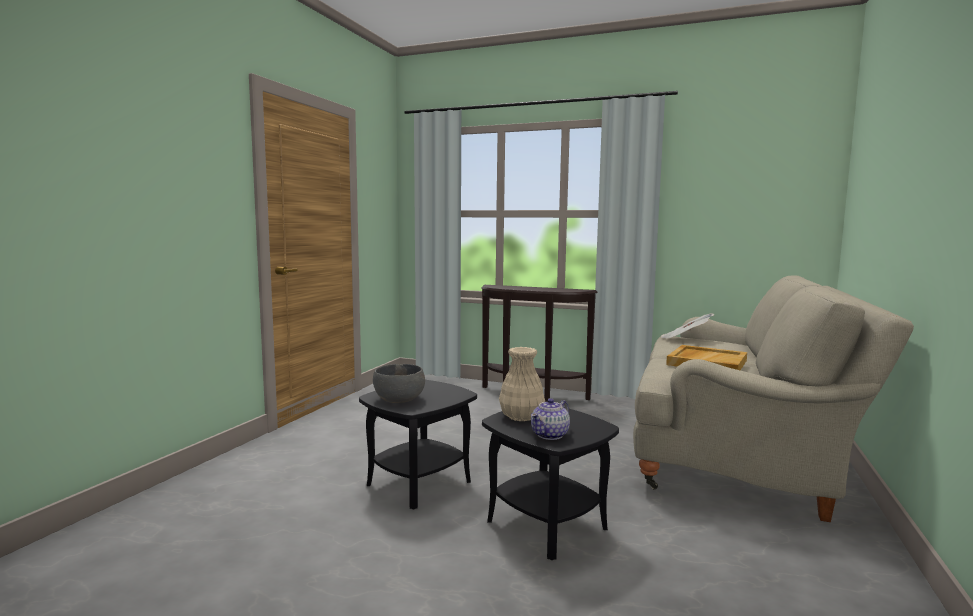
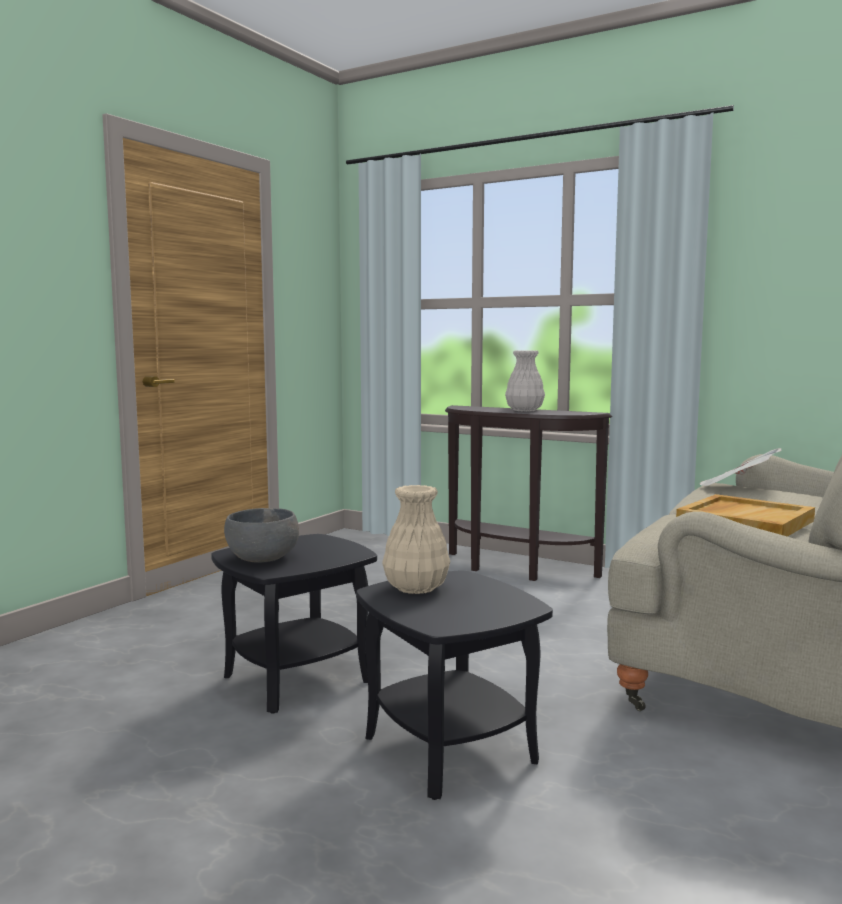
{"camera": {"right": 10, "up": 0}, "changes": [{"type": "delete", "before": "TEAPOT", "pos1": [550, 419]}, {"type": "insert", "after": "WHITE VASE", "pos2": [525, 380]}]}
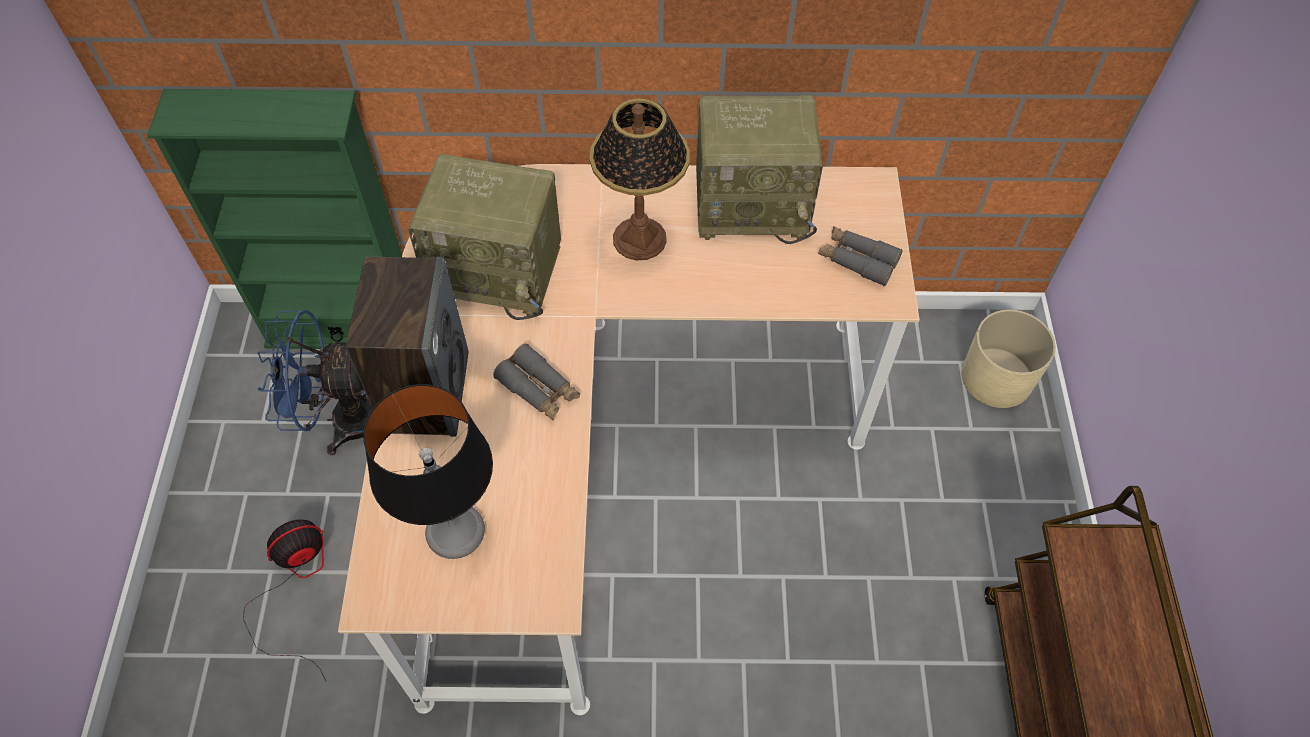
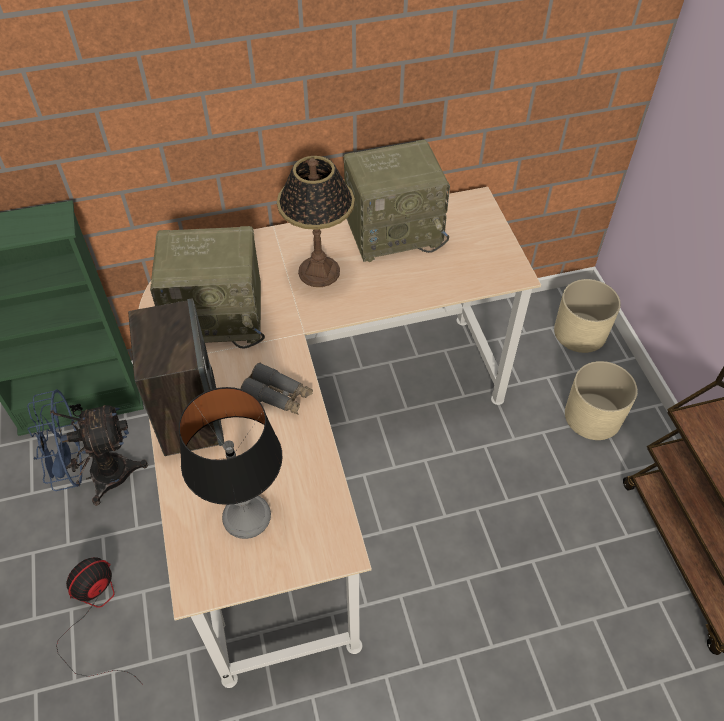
{"camera": {"right": -15, "up": -5}, "changes": [{"type": "delete", "before": "GREY BINOCULARS", "pos1": [860, 256]}, {"type": "insert", "after": "BEIGE PLANTER", "pos2": [601, 400]}]}
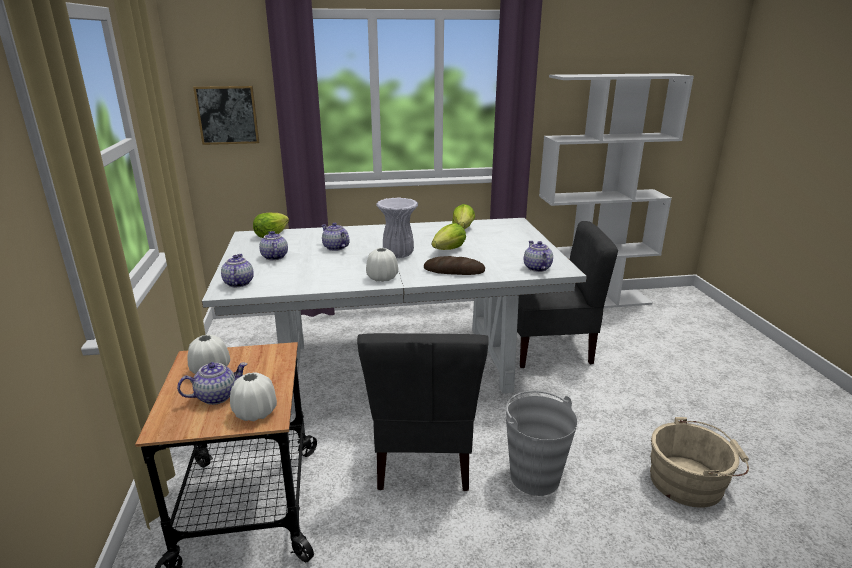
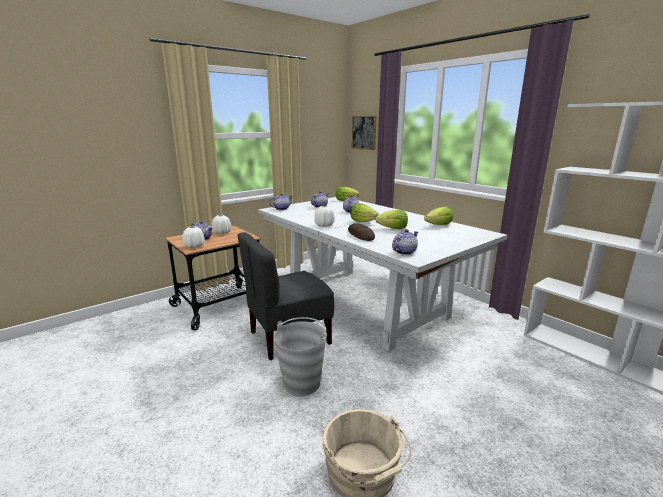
{"camera": {"right": 60, "up": -5}, "changes": [{"type": "replace", "before": "WHITE VASE", "after": "LETTUCE", "pos1": [397, 227], "pos2": [365, 212]}, {"type": "delete", "before": "GREY CHAIR", "pos1": [567, 294]}]}
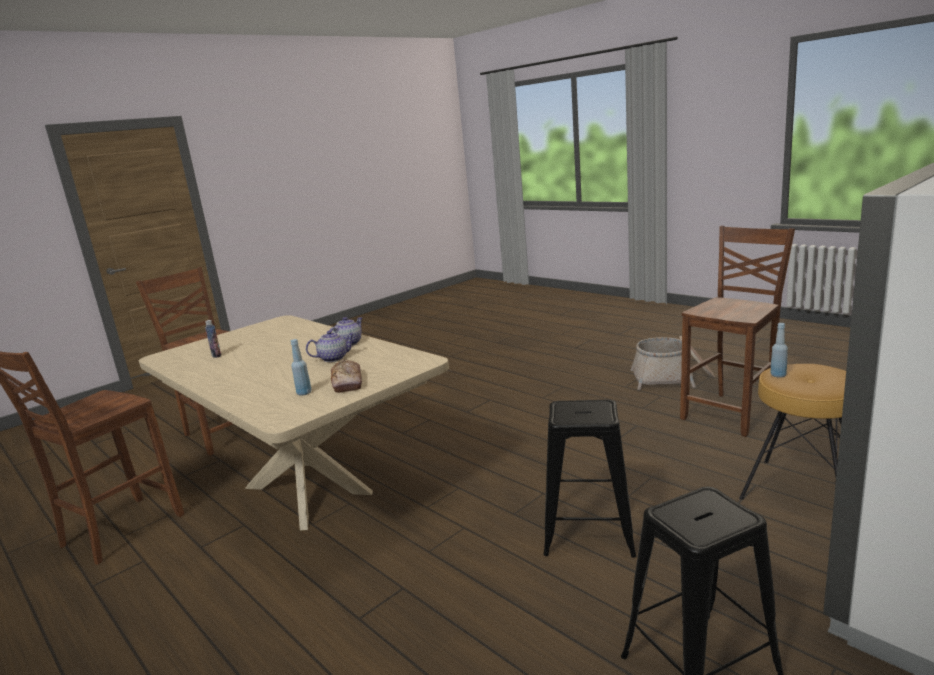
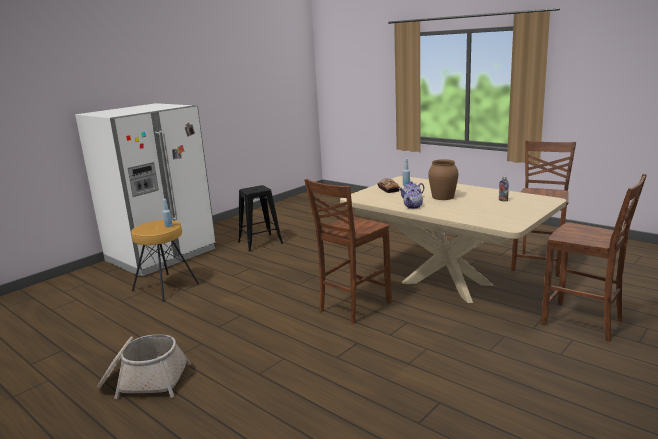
{"camera": {"right": 175, "up": 0}, "changes": [{"type": "delete", "before": "BLACK STOOL", "pos1": [589, 478]}, {"type": "move", "before": "BROWN CHAIR", "pos1": [737, 331], "pos2": [348, 251]}, {"type": "insert", "after": "BROWN VASE", "pos2": [443, 179]}]}
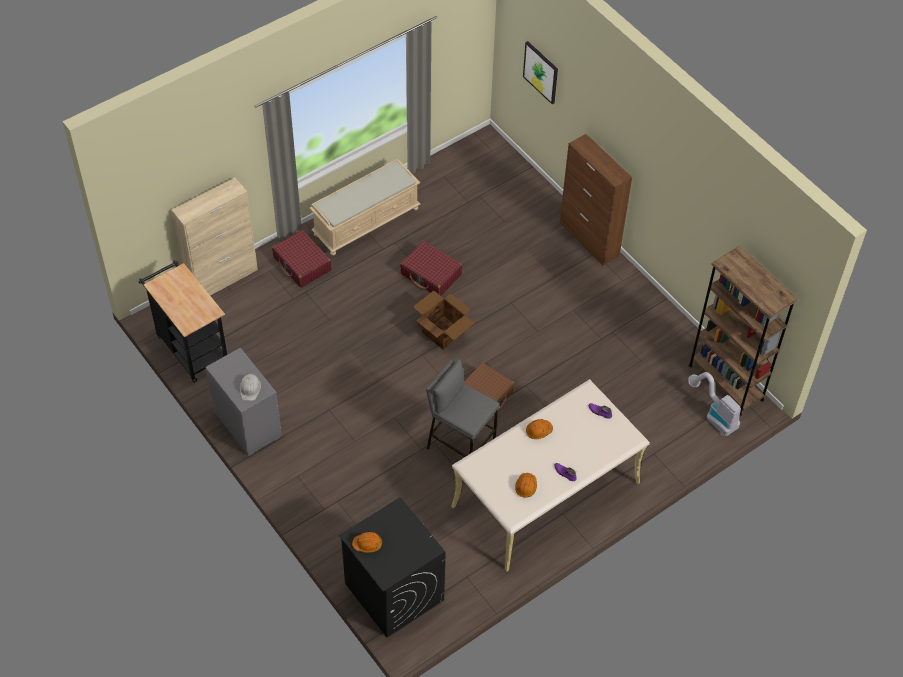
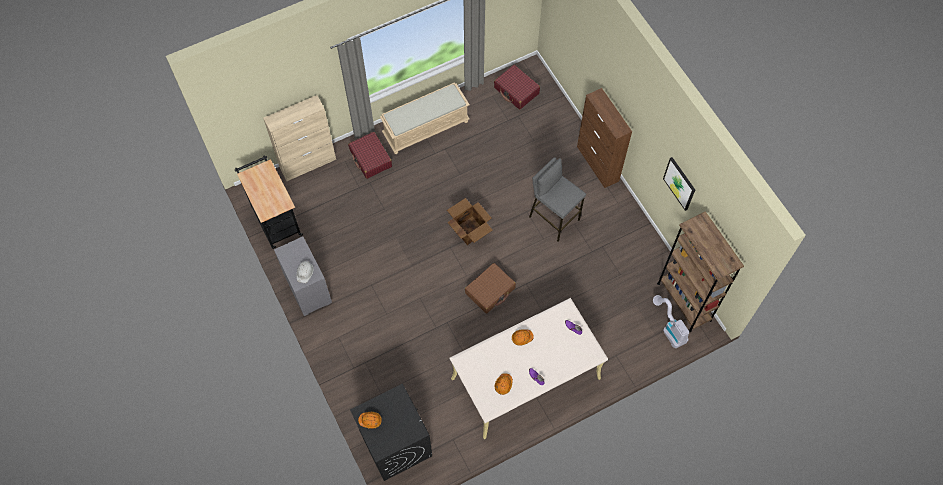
{"camera": {"right": 10, "up": 10}, "changes": [{"type": "move", "before": "RED SUITCASE", "pos1": [431, 268], "pos2": [517, 87]}, {"type": "move", "before": "GREY STOOL", "pos1": [463, 408], "pos2": [557, 199]}, {"type": "move", "before": "PICTURE", "pos1": [540, 72], "pos2": [679, 184]}]}
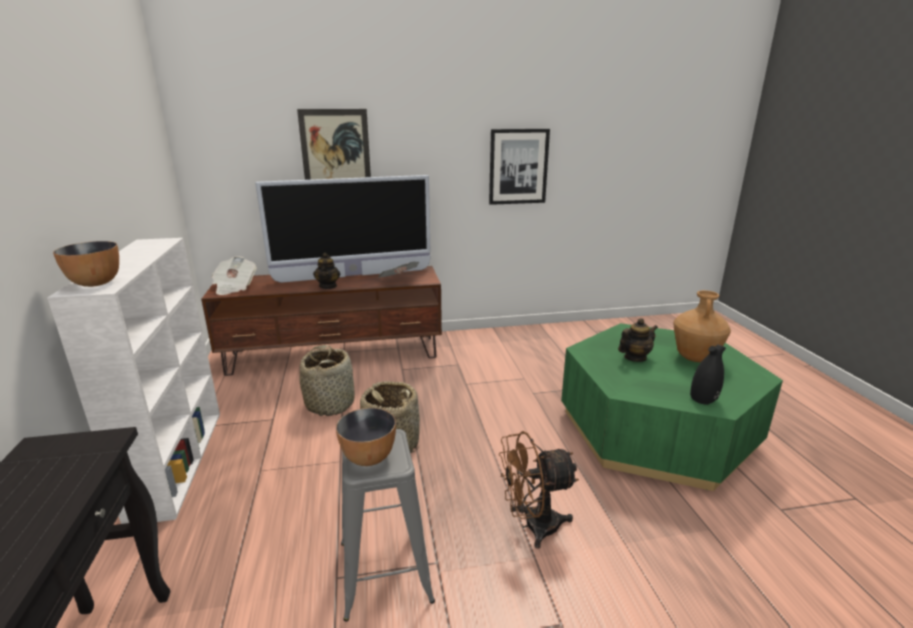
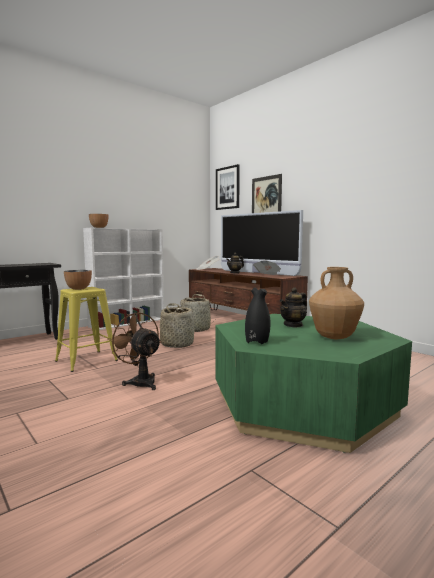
{"camera": {"right": 60, "up": -15}, "changes": [{"type": "recolor", "before": "GREY STOOL", "after": "YELLOW STOOL", "pos1": [388, 525], "pos2": [86, 329]}, {"type": "move", "before": "PICTURE", "pos1": [519, 167], "pos2": [228, 187]}, {"type": "rotate", "before": "TEAPOT", "pos1": [638, 340], "pos2": [293, 307], "turn": 105}]}
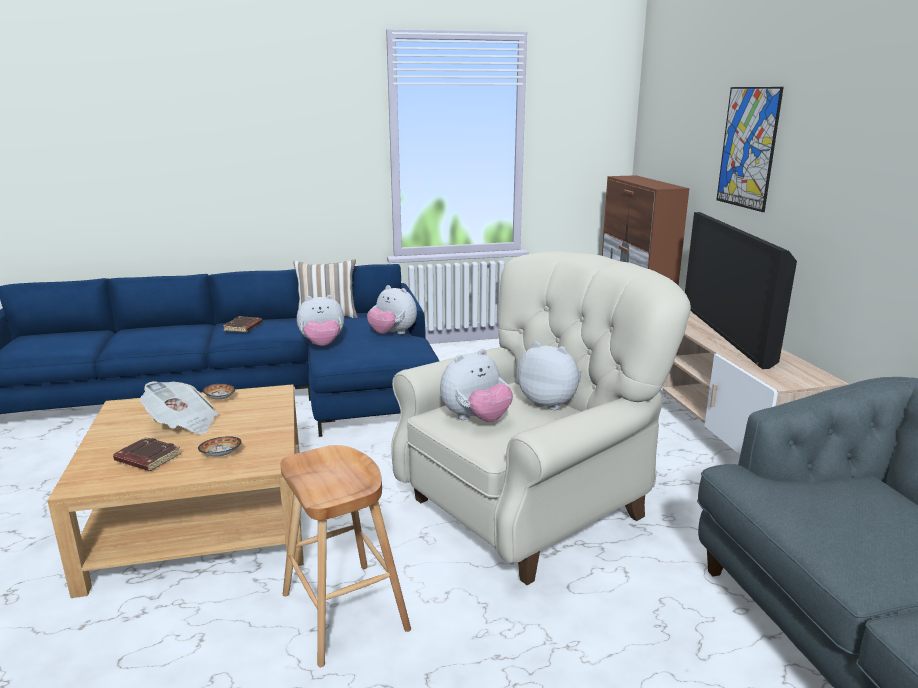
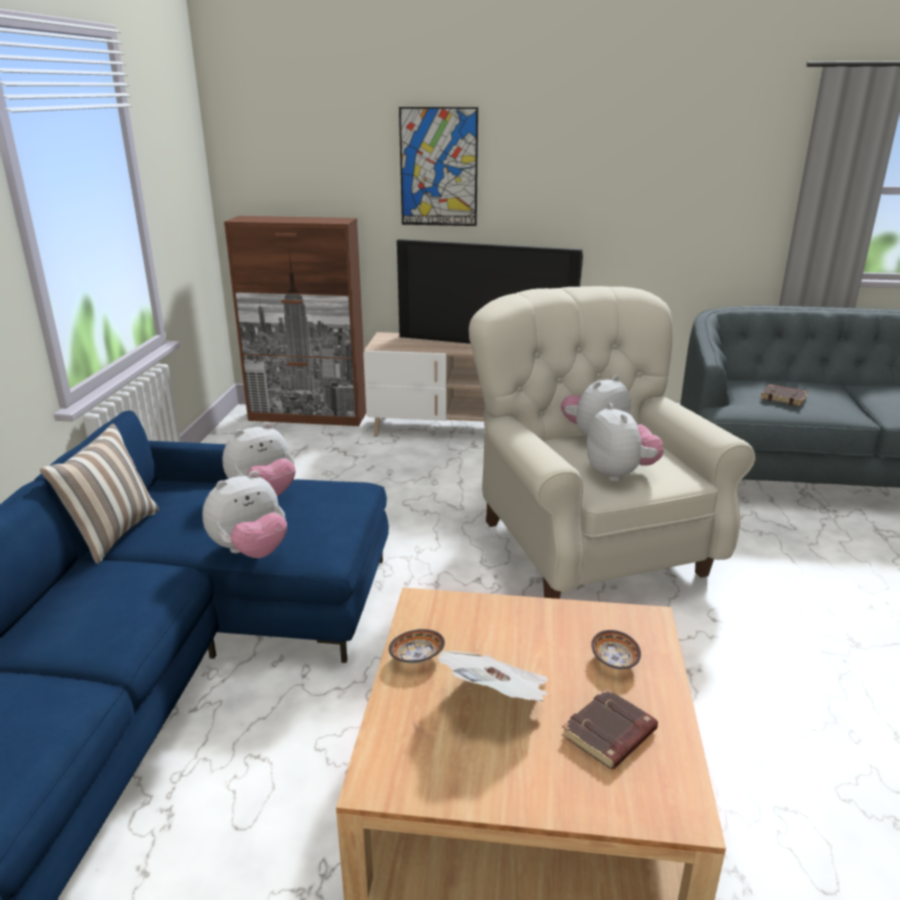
{"camera": {"right": -70, "up": 5}, "changes": [{"type": "move", "before": "BROWN BOOK", "pos1": [242, 324], "pos2": [784, 395]}, {"type": "delete", "before": "BROWN STOOL", "pos1": [346, 556]}, {"type": "rotate", "before": "PLUSH TOY", "pos1": [320, 320], "pos2": [244, 514], "turn": 45}]}
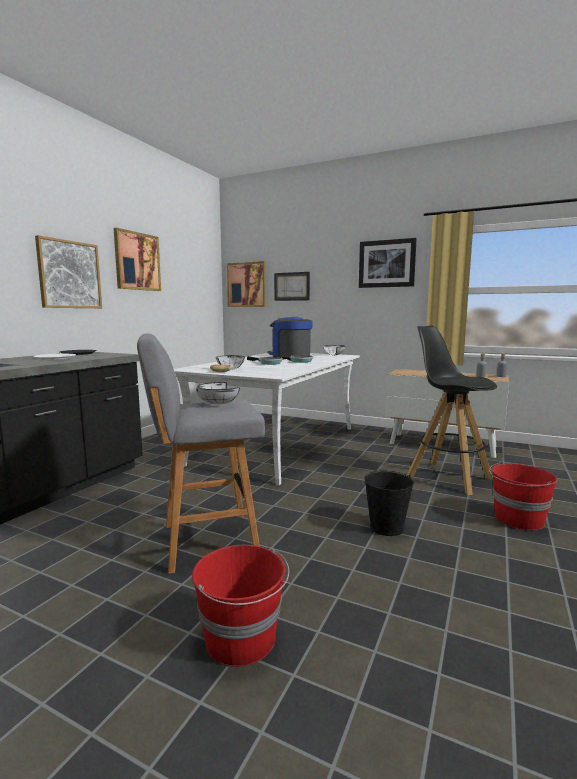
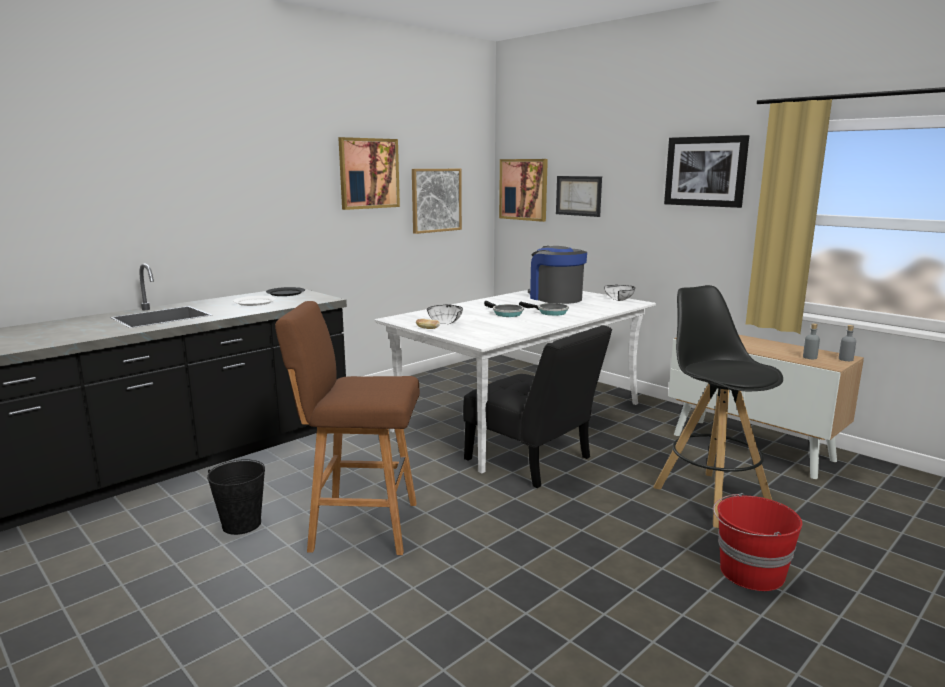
{"camera": {"right": 20, "up": 5}, "changes": [{"type": "move", "before": "PICTURE", "pos1": [68, 271], "pos2": [437, 201]}, {"type": "recolor", "before": "GREY STOOL", "after": "BROWN STOOL", "pos1": [201, 453], "pos2": [347, 428]}, {"type": "delete", "before": "RED BUCKET", "pos1": [240, 606]}, {"type": "delete", "before": "WHITE BOWL", "pos1": [218, 393]}, {"type": "move", "before": "BLACK BUCKET", "pos1": [389, 503], "pos2": [236, 497]}, {"type": "insert", "after": "BLACK CHAIR", "pos2": [537, 406]}]}
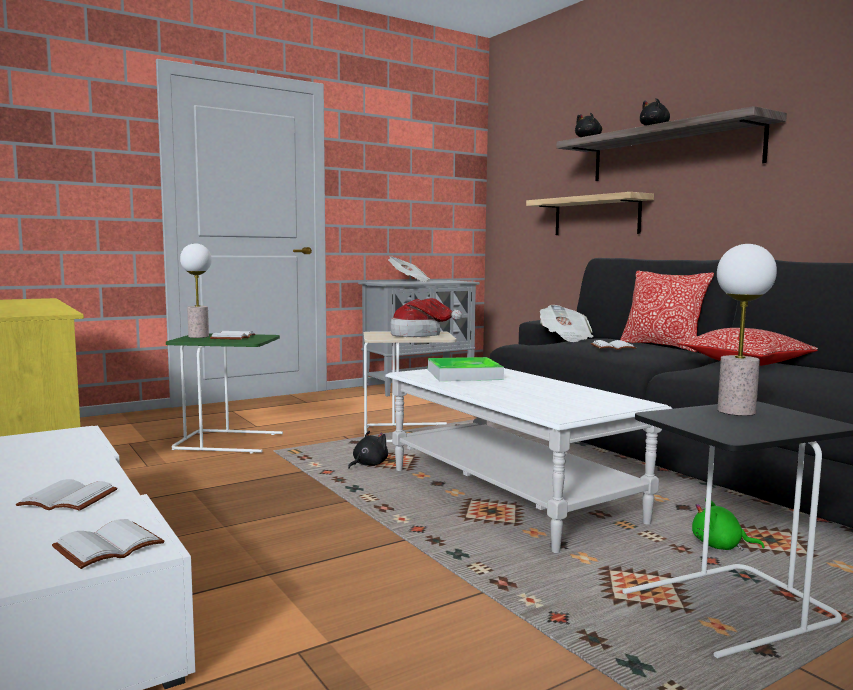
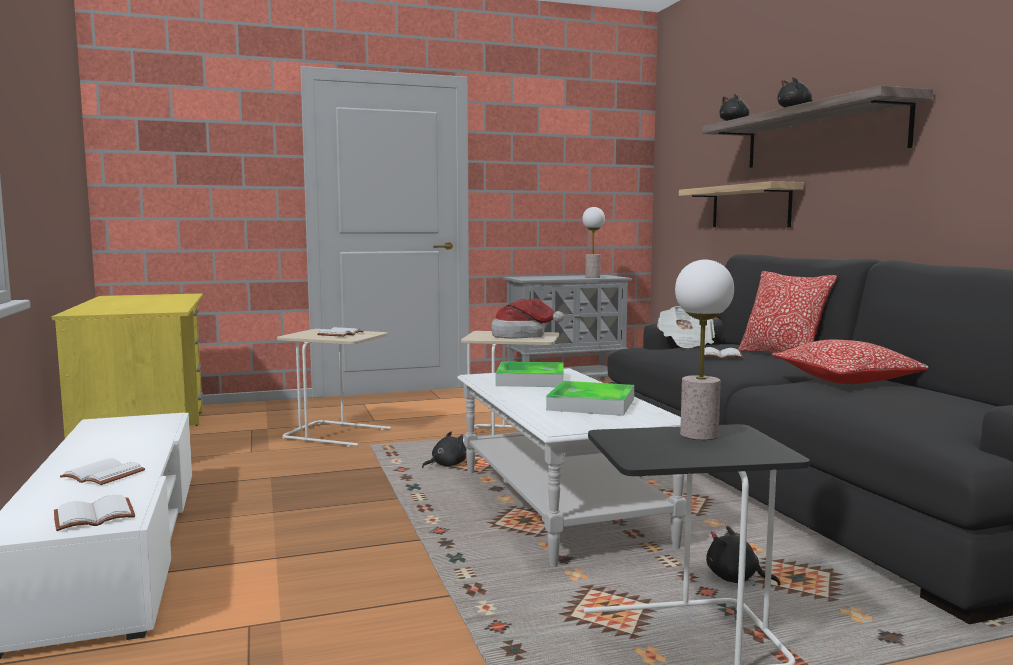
{"camera": {"right": 15, "up": 0}, "changes": [{"type": "recolor", "before": "GREEN SIDE TABLE", "after": "BEIGE SIDE TABLE", "pos1": [224, 394], "pos2": [334, 388]}, {"type": "move", "before": "TABLE LAMP", "pos1": [196, 290], "pos2": [593, 242]}, {"type": "delete", "before": "NEWSPAPER", "pos1": [409, 269]}, {"type": "recolor", "before": "GREEN PLUSH TOY", "after": "BLACK PLUSH TOY", "pos1": [728, 525], "pos2": [743, 556]}, {"type": "insert", "after": "TRAY", "pos2": [590, 398]}]}
